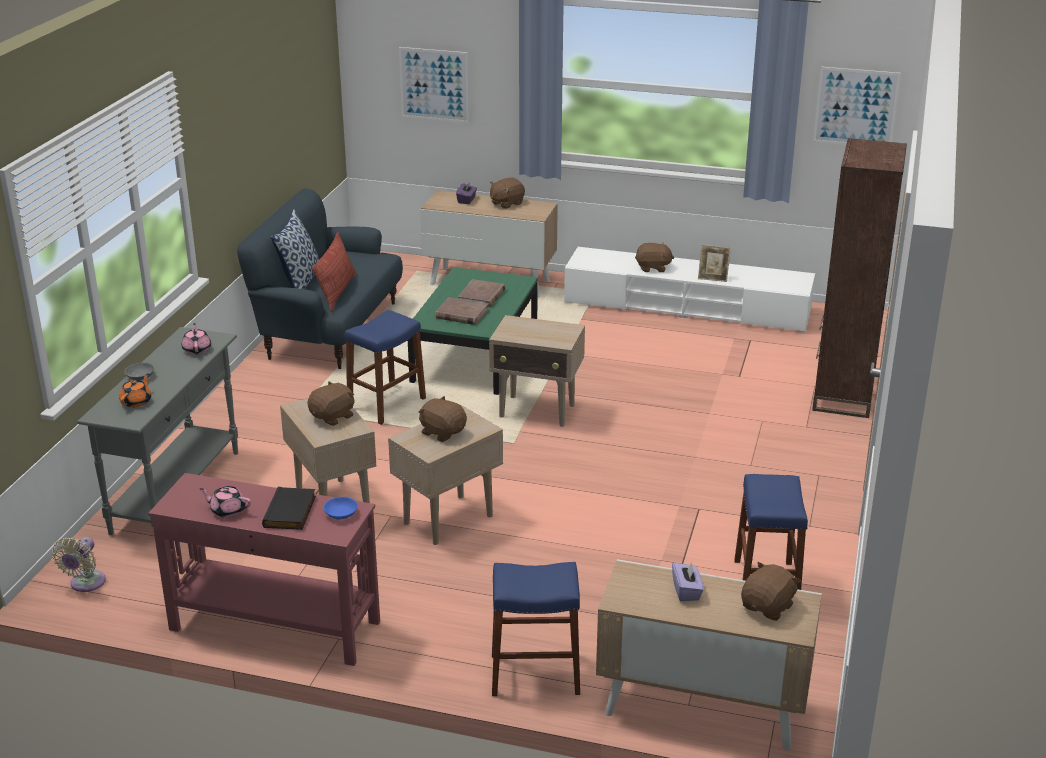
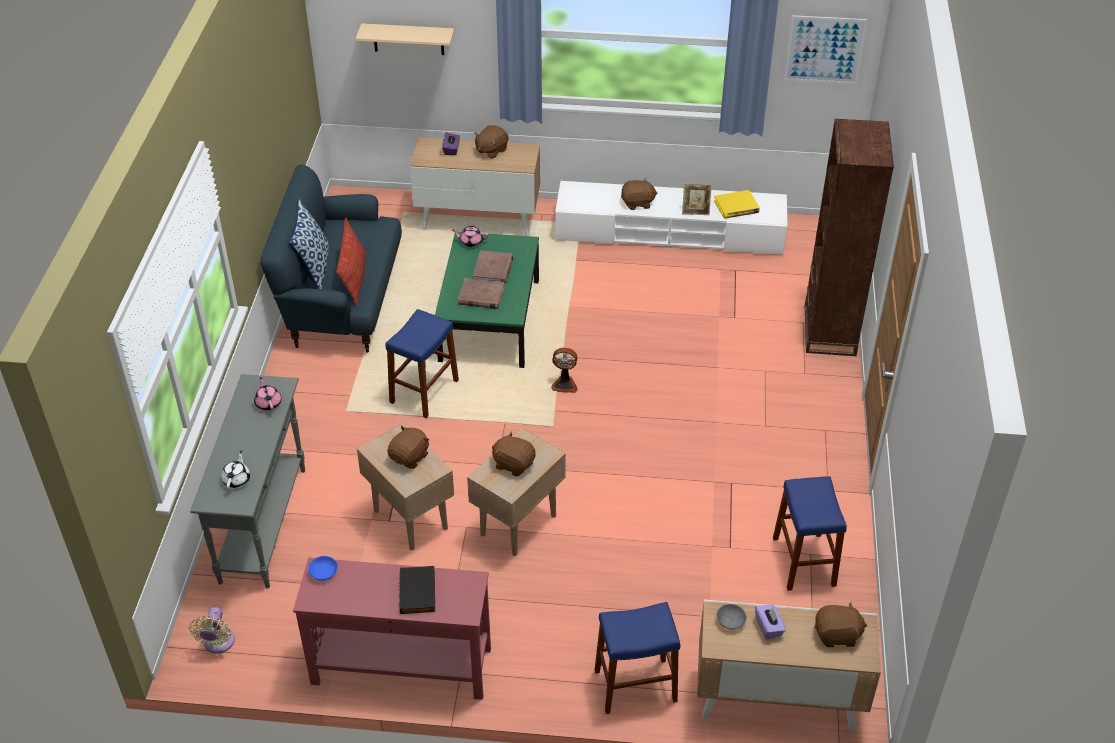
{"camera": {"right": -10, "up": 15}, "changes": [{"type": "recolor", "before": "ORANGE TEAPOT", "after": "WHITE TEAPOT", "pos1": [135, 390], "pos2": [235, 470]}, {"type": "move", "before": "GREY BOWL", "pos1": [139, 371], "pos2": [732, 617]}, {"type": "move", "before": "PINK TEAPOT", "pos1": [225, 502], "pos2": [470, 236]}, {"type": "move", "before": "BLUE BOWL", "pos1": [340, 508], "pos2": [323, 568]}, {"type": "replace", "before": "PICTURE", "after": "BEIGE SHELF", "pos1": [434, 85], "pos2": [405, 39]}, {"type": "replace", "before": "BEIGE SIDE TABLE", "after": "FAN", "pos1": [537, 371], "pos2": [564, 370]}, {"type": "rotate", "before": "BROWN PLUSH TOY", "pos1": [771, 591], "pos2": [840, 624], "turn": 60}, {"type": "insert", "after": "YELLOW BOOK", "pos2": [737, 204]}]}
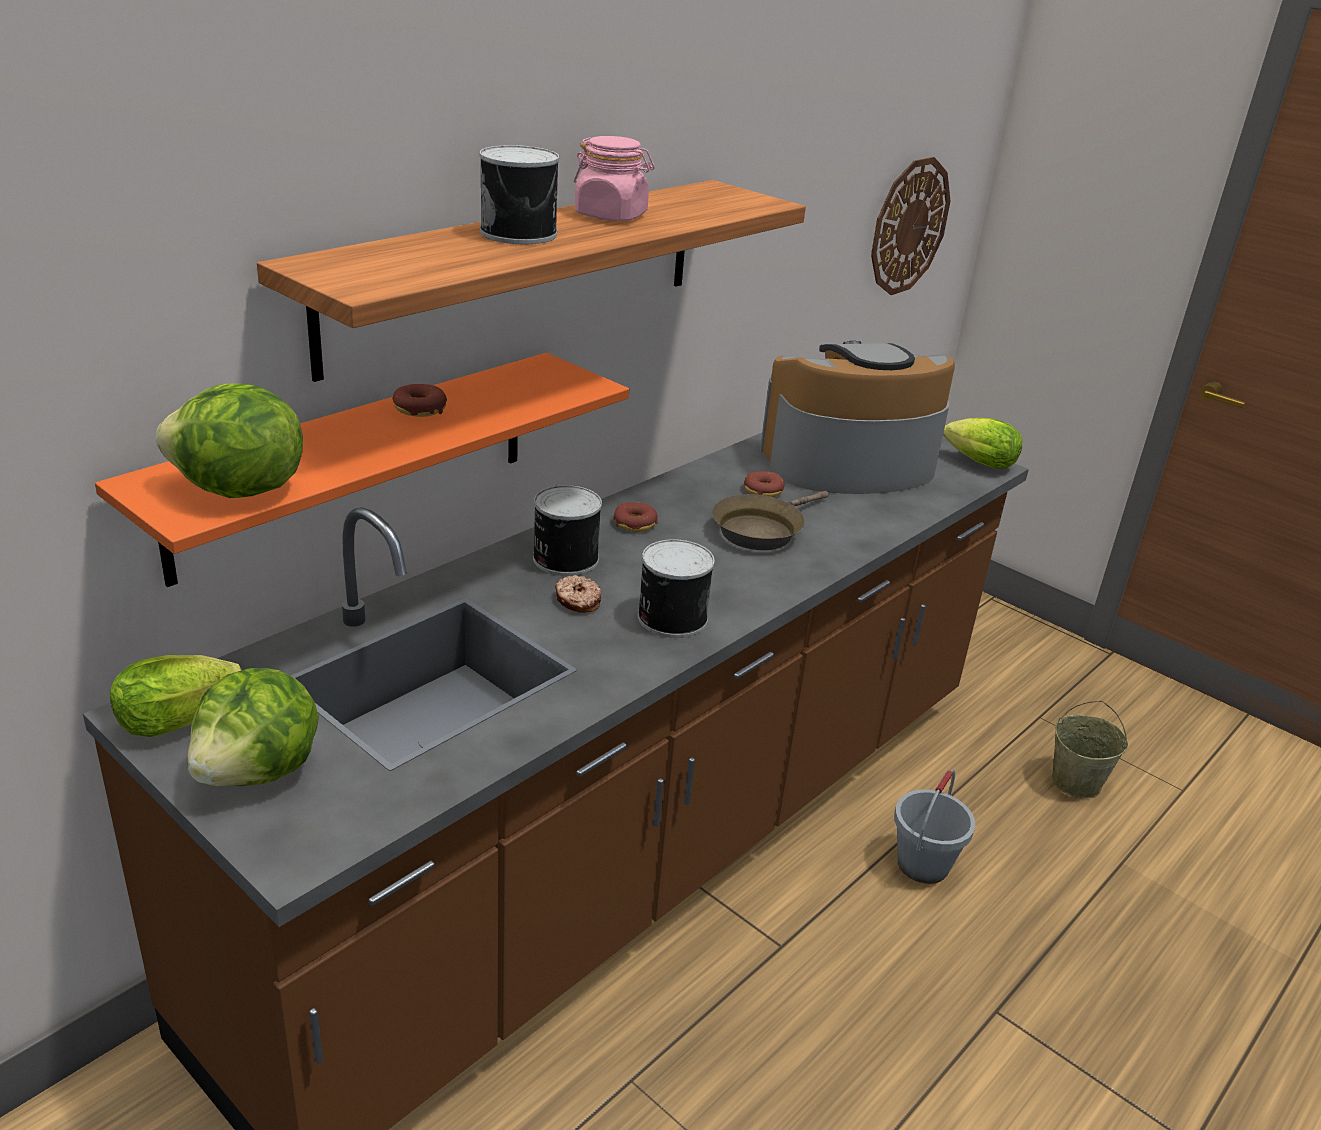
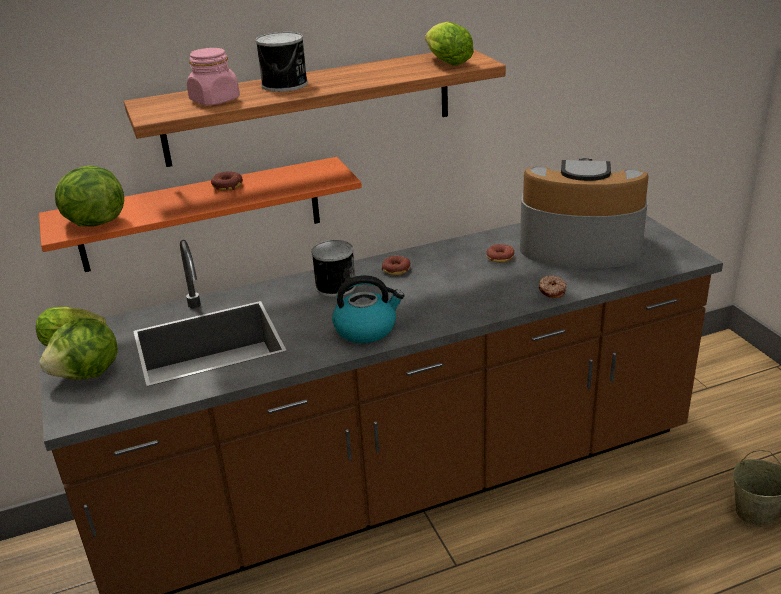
{"camera": {"right": 30, "up": 0}, "changes": [{"type": "move", "before": "DONUT", "pos1": [578, 594], "pos2": [552, 287]}, {"type": "move", "before": "PINK JAR", "pos1": [614, 178], "pos2": [213, 76]}, {"type": "replace", "before": "CAN", "after": "KETTLE", "pos1": [676, 588], "pos2": [368, 309]}, {"type": "delete", "before": "BROWN FRYING PAN", "pos1": [770, 520]}, {"type": "delete", "before": "WALL CLOCK", "pos1": [911, 226]}, {"type": "delete", "before": "GREY BUCKET", "pos1": [934, 826]}, {"type": "move", "before": "LETTUCE", "pos1": [982, 443], "pos2": [449, 43]}]}
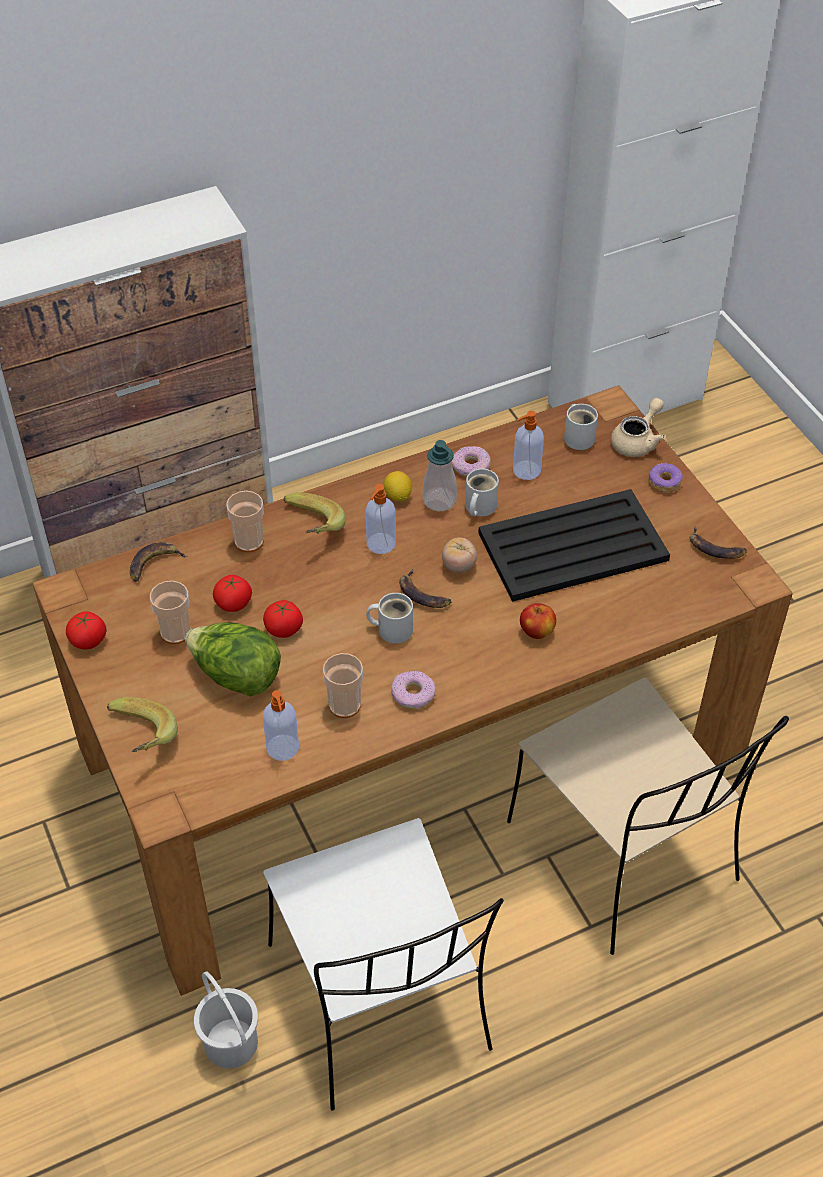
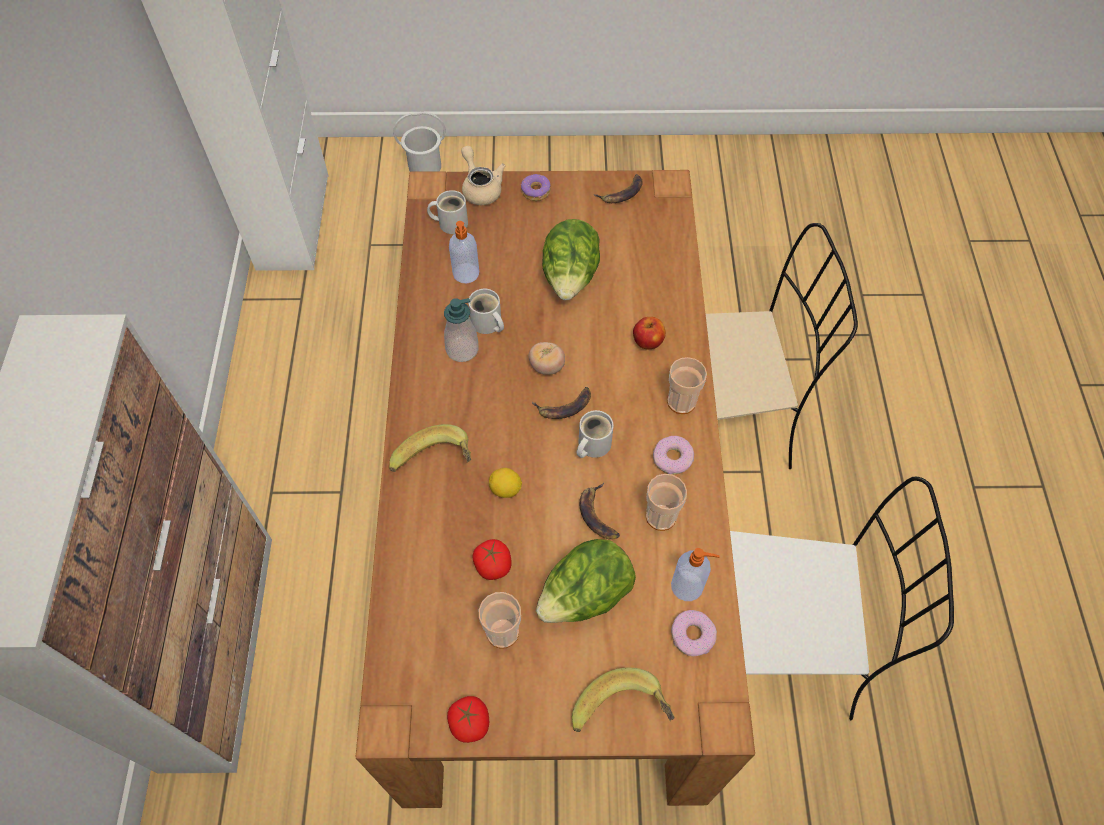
{"camera": {"right": -65, "up": 10}, "changes": [{"type": "move", "before": "BANANA", "pos1": [159, 561], "pos2": [600, 511]}, {"type": "move", "before": "WHITE BUCKET", "pos1": [226, 1020], "pos2": [419, 141]}, {"type": "move", "before": "CUP", "pos1": [245, 521], "pos2": [687, 385]}, {"type": "delete", "before": "TOMATO", "pos1": [283, 619]}, {"type": "delete", "before": "SOAP DISPENSER", "pos1": [381, 519]}, {"type": "move", "before": "LEMON", "pos1": [398, 486], "pos2": [505, 483]}, {"type": "move", "before": "DONUT", "pos1": [471, 461], "pos2": [694, 633]}, {"type": "replace", "before": "BLACK TRAY", "after": "LETTUCE", "pos1": [574, 545], "pos2": [571, 259]}]}
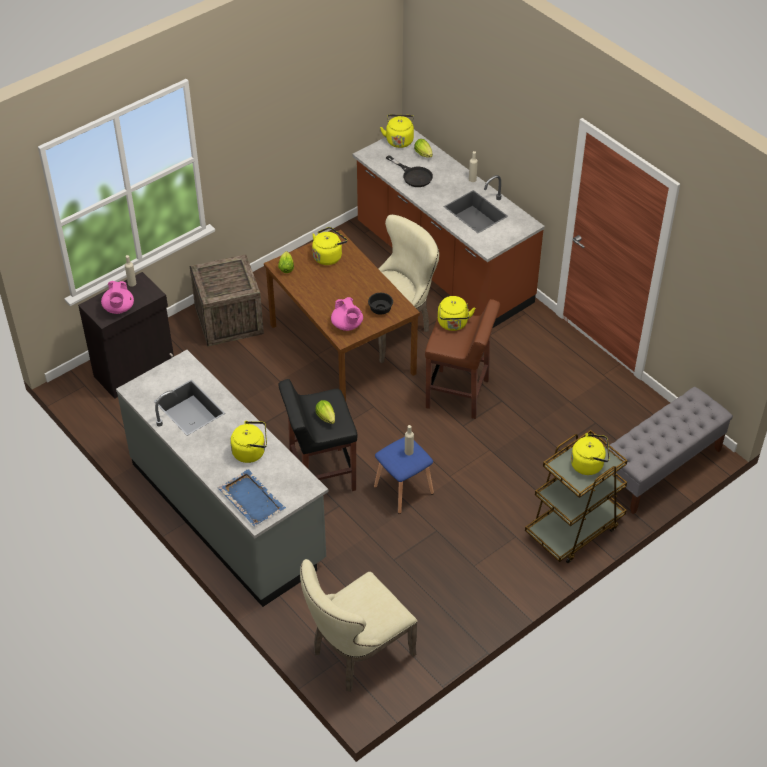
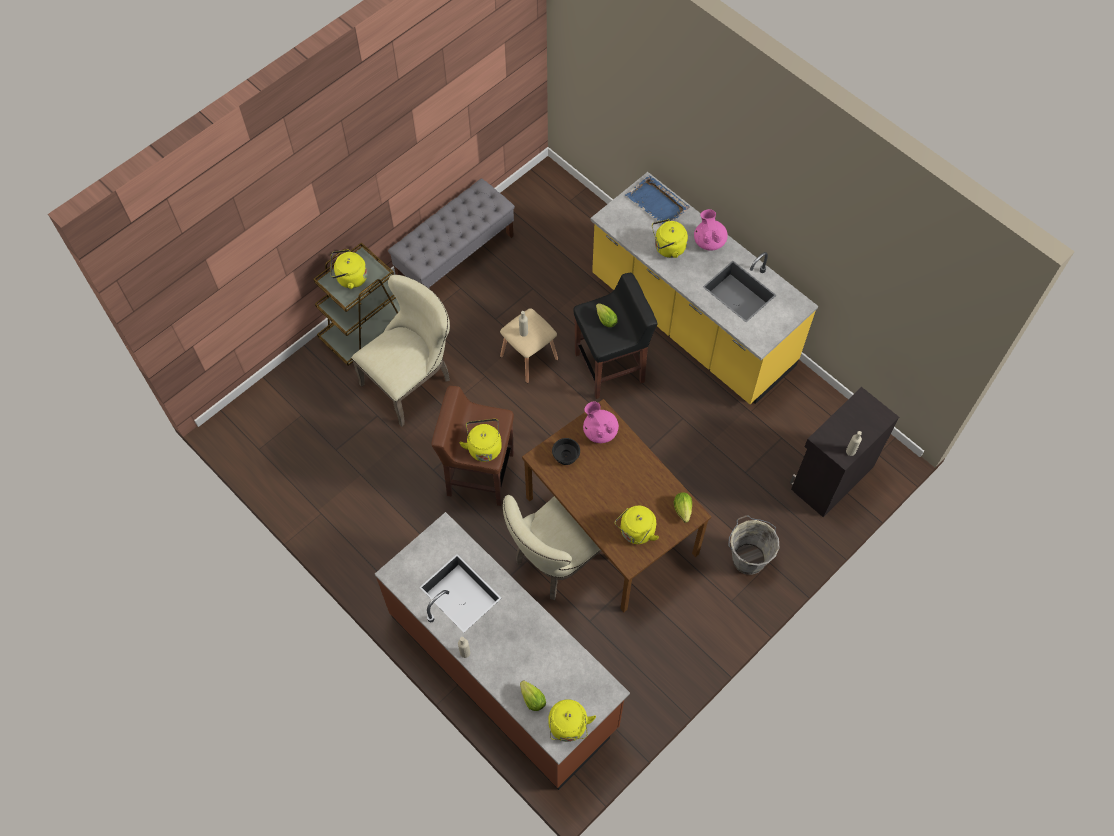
{"camera": {"right": 175, "up": 15}, "changes": [{"type": "move", "before": "PINK TEAPOT", "pos1": [117, 297], "pos2": [711, 229]}, {"type": "recolor", "before": "GREY COUNTER", "after": "YELLOW COUNTER", "pos1": [222, 478], "pos2": [704, 288]}, {"type": "replace", "before": "CRATE", "after": "GREY BUCKET", "pos1": [227, 300], "pos2": [753, 545]}, {"type": "move", "before": "BEIGE CHAIR", "pos1": [359, 625], "pos2": [400, 350]}, {"type": "recolor", "before": "BLUE STOOL", "after": "BEIGE STOOL", "pos1": [404, 475], "pos2": [529, 345]}, {"type": "delete", "before": "BLACK FRYING PAN", "pos1": [409, 171]}, {"type": "move", "before": "GREY BENCH", "pos1": [671, 450], "pos2": [451, 233]}]}
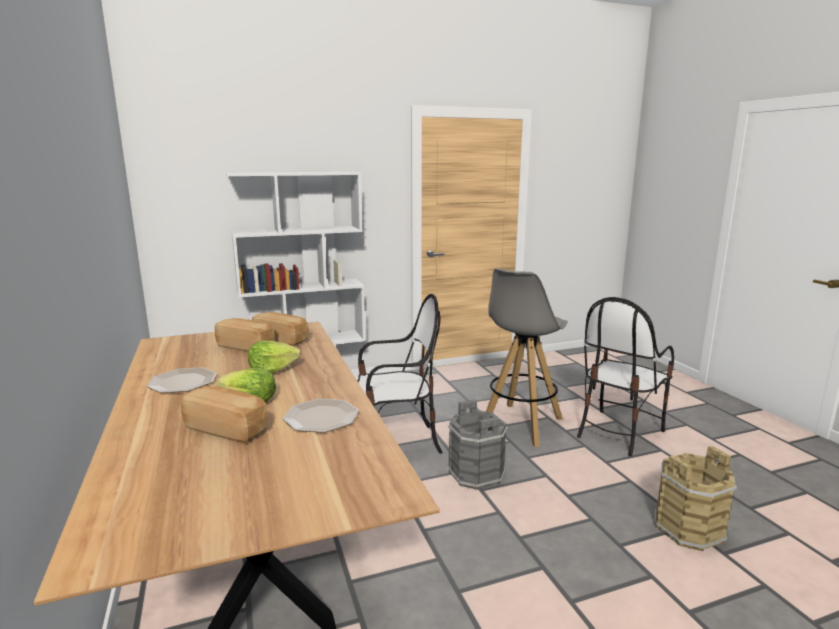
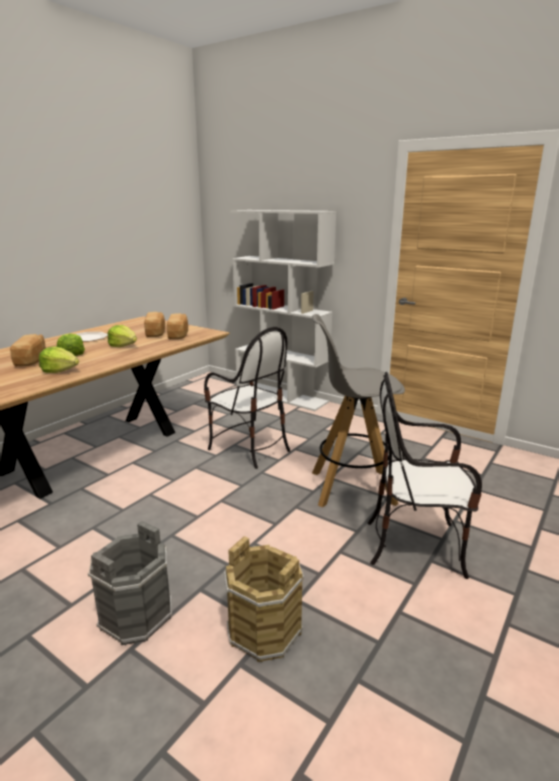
{"camera": {"right": 55, "up": 5}, "changes": [{"type": "replace", "before": "PLATE", "after": "LETTUCE", "pos1": [321, 416], "pos2": [59, 360]}, {"type": "move", "before": "GREY BUCKET", "pos1": [477, 444], "pos2": [130, 583]}]}
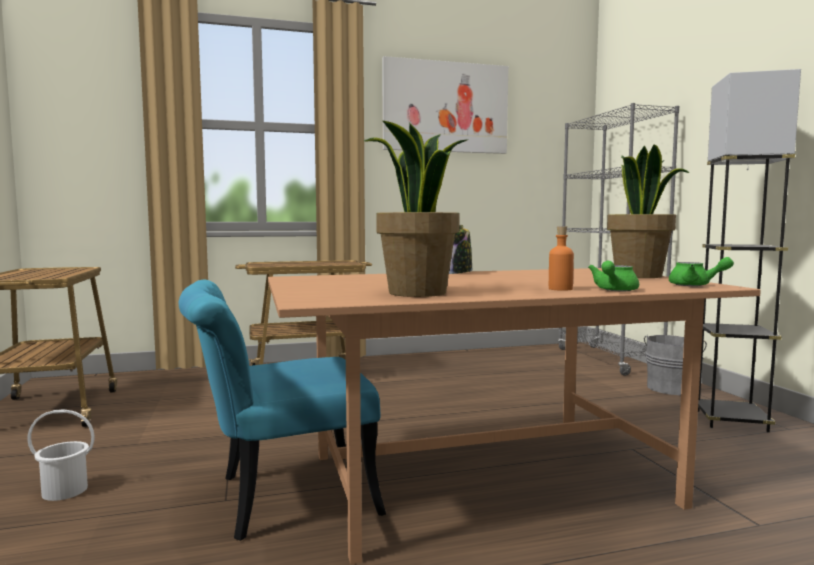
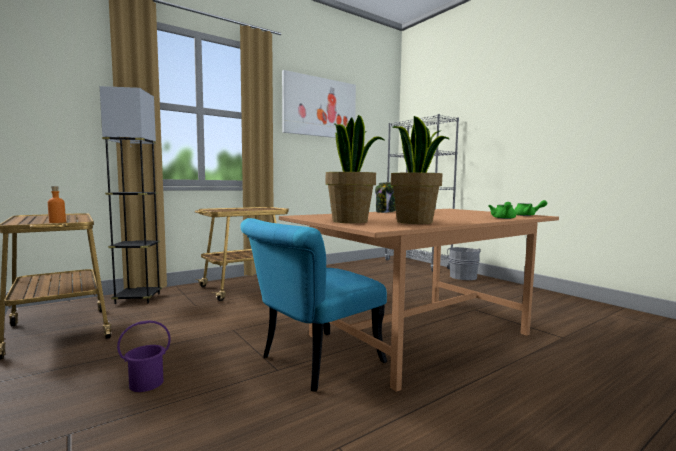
{"camera": {"right": -20, "up": 0}, "changes": [{"type": "recolor", "before": "WHITE BUCKET", "after": "PURPLE BUCKET", "pos1": [61, 455], "pos2": [144, 356]}, {"type": "move", "before": "ORANGE BOTTLE", "pos1": [561, 258], "pos2": [57, 204]}, {"type": "move", "before": "POTTED PLANT", "pos1": [648, 211], "pos2": [355, 169]}, {"type": "move", "before": "GREY FLOOR LAMP", "pos1": [749, 251], "pos2": [131, 195]}]}
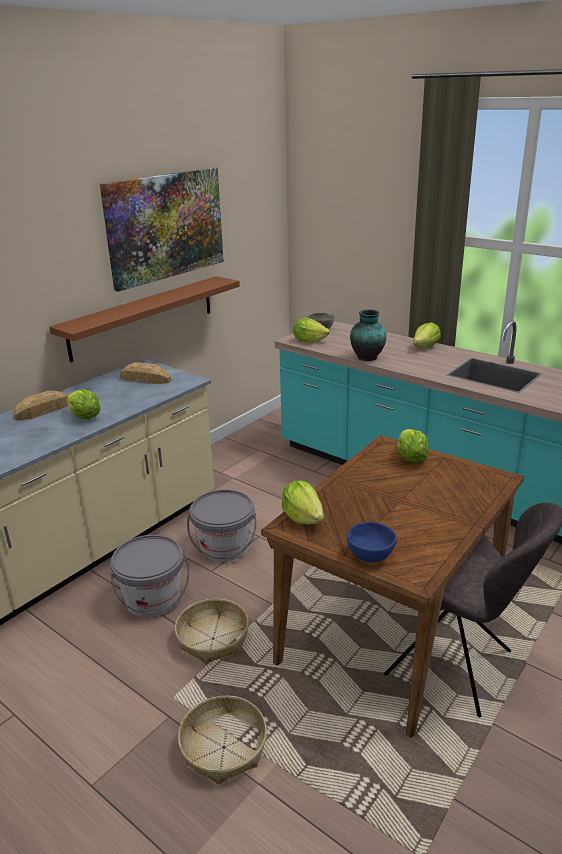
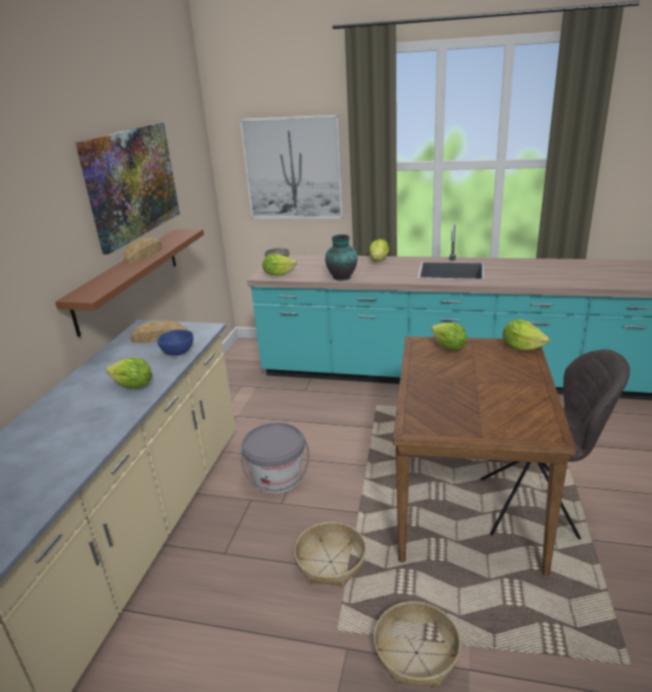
{"camera": {"right": -25, "up": 0}, "changes": [{"type": "move", "before": "BREAD", "pos1": [40, 406], "pos2": [143, 251]}, {"type": "delete", "before": "GREY BUCKET", "pos1": [150, 576]}, {"type": "move", "before": "LETTUCE", "pos1": [303, 502], "pos2": [526, 334]}, {"type": "move", "before": "BLUE BOWL", "pos1": [372, 542], "pos2": [175, 343]}, {"type": "insert", "after": "PICTURE", "pos2": [292, 167]}]}
